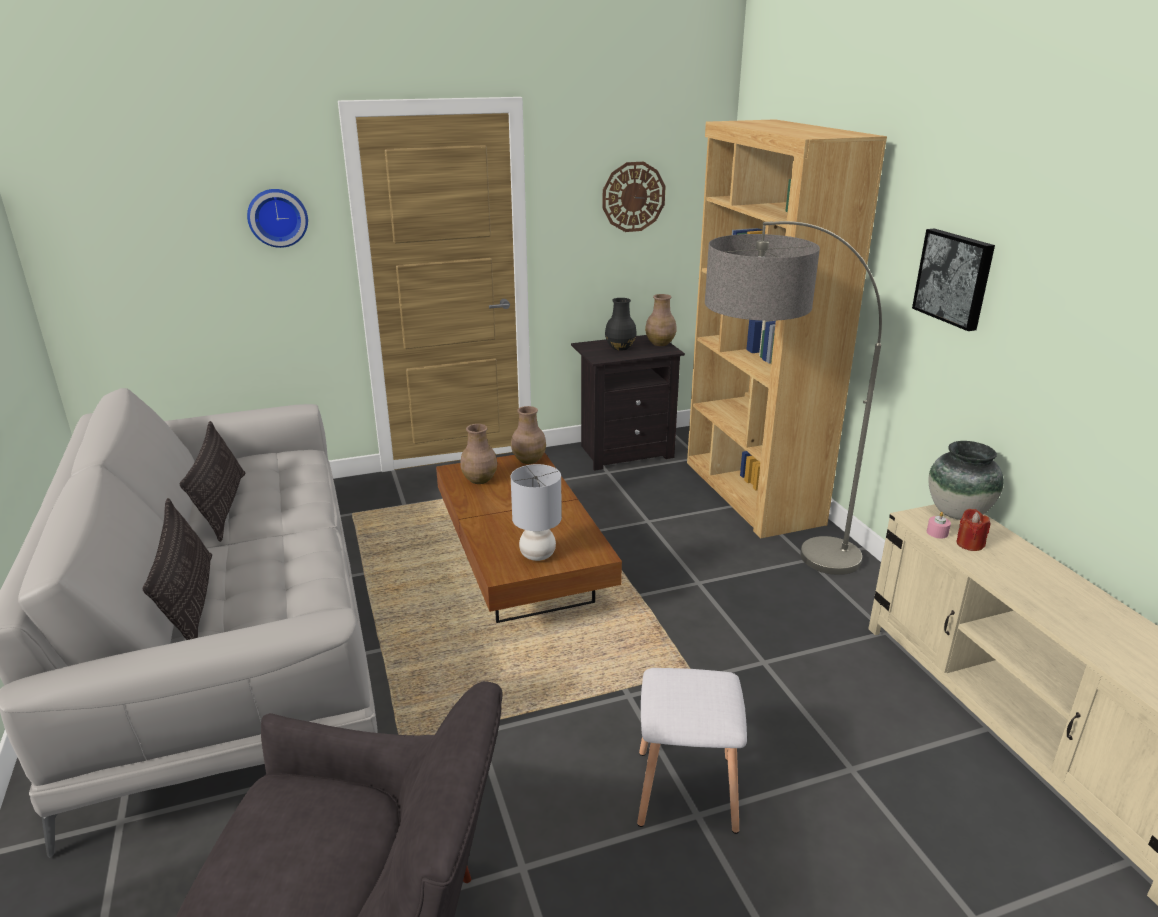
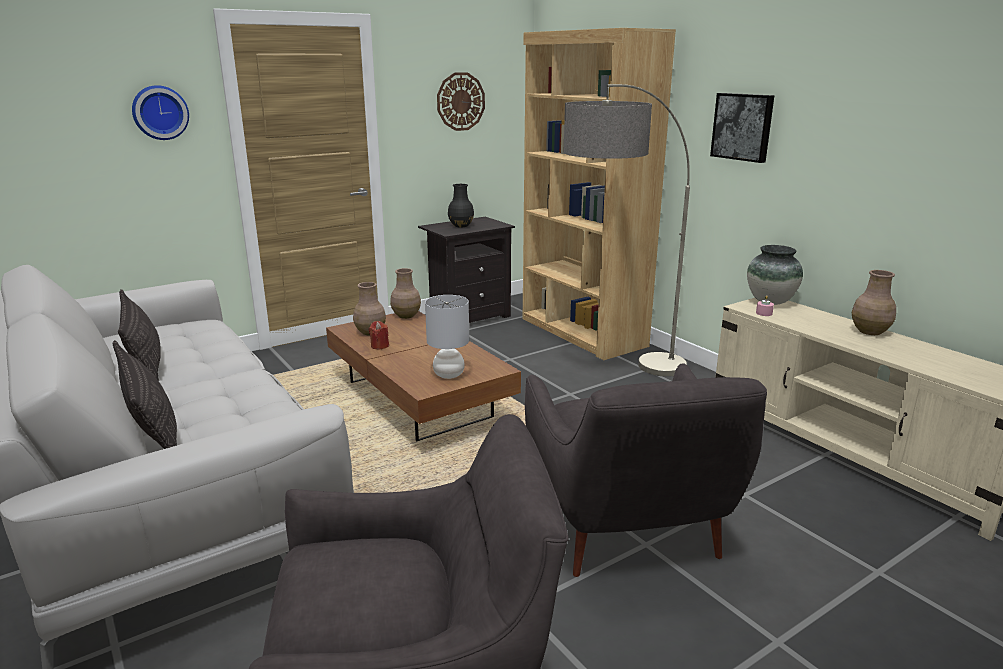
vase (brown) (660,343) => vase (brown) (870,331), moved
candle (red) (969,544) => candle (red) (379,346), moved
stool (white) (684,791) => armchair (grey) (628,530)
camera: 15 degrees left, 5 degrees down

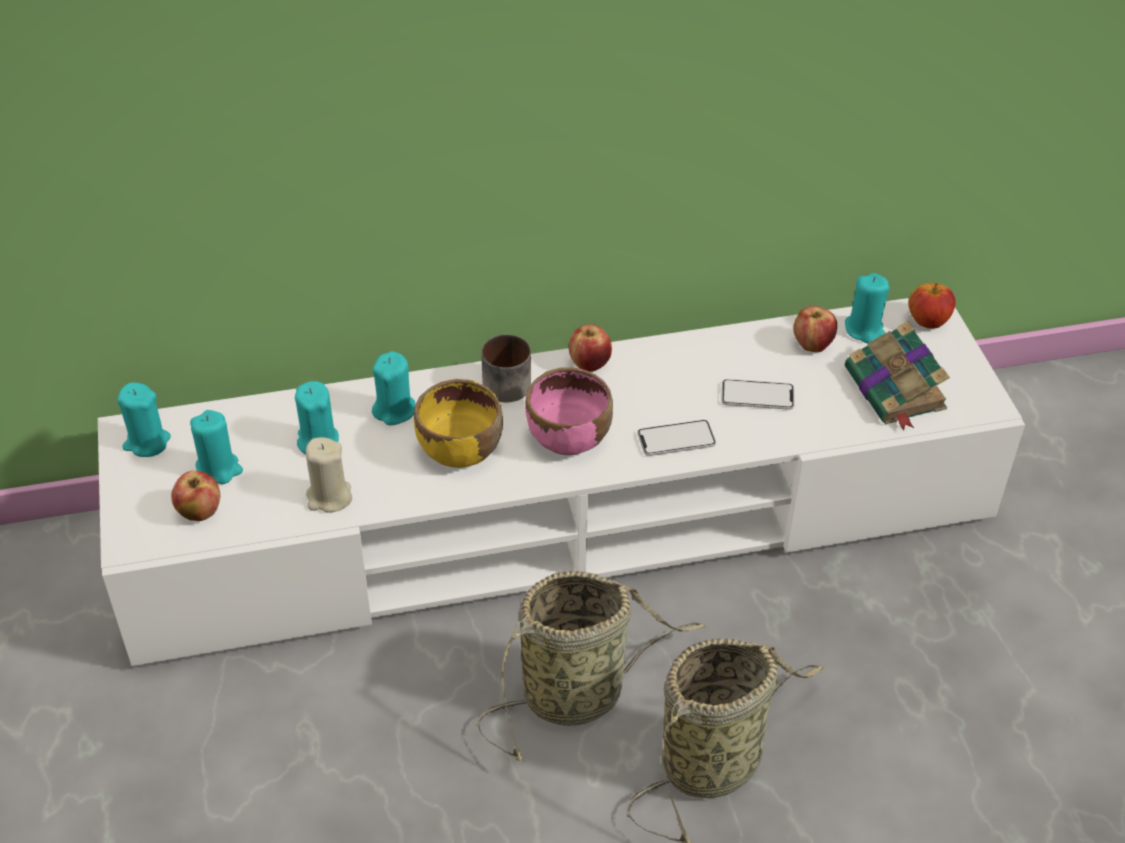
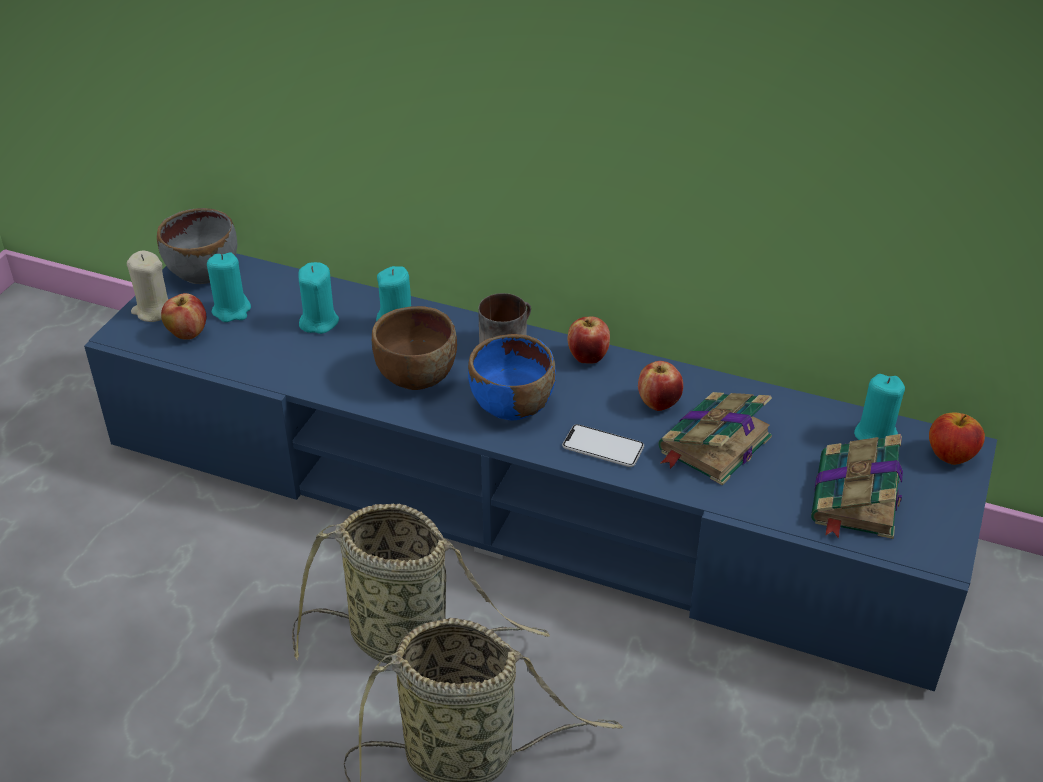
candle (beige) (329,497) => candle (beige) (153,310), moved
apple (812,345) => apple (659,403), moved
candle (turquoise) (147,442) => bowl (grey) (203,271)
phone (757,396) => book (713,445)
tv stand (white) (563,519) => tv stand (blue) (523,497)
bowl (yellow) (459,450) => bowl (brown) (416,375)
bowl (pink) (568,438) => bowl (blue) (511,405)
camera: 35 degrees right, 5 degrees down

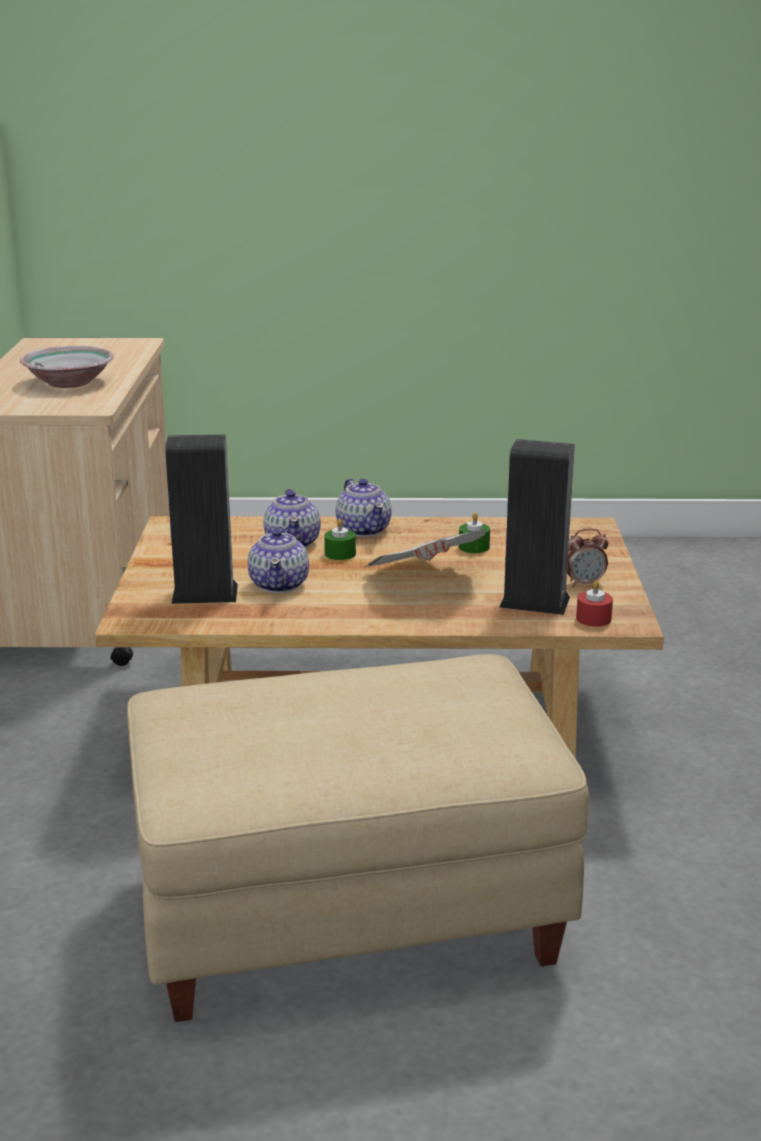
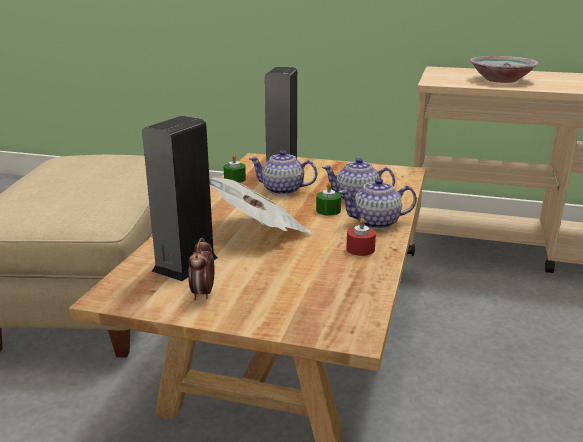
candle (green) (474,547) => candle (green) (234,179), moved
candle (red) (593,618) => candle (red) (360,249), moved
camera: 105 degrees right, 0 degrees up

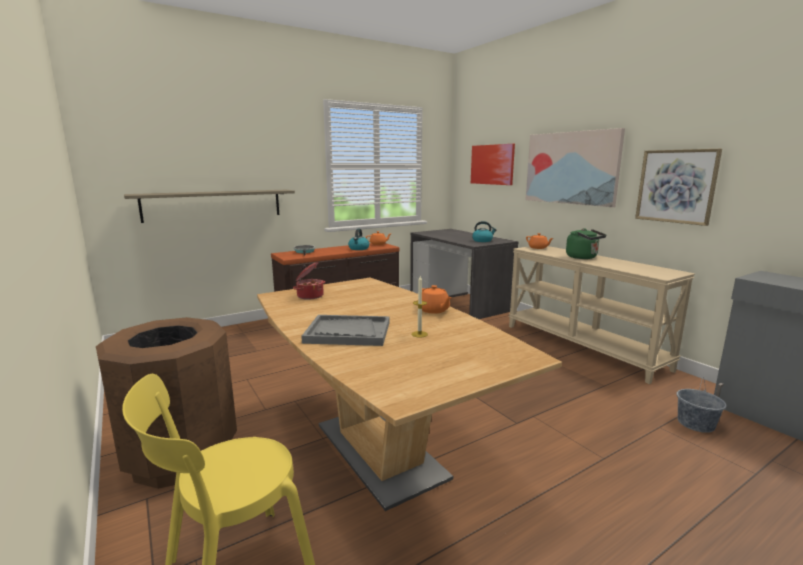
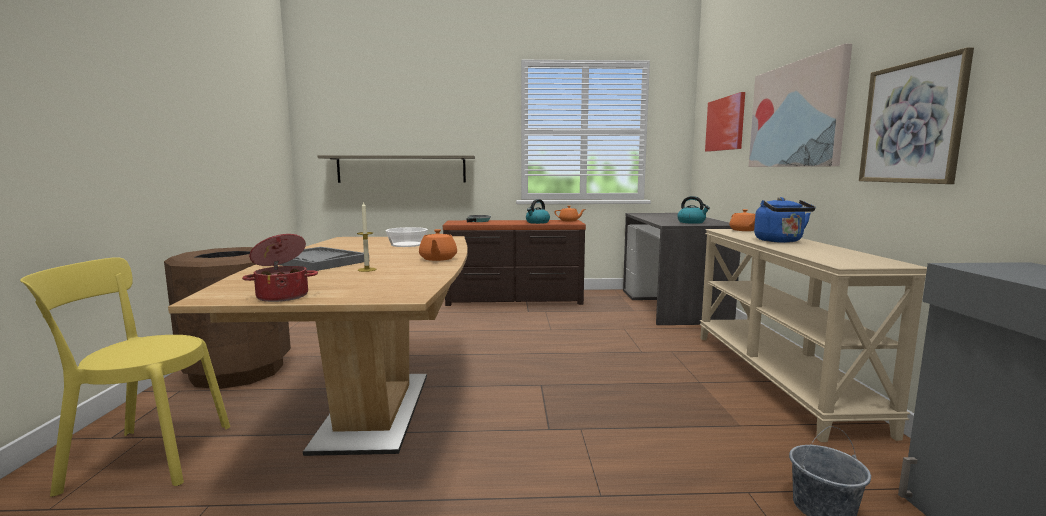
nothing => bowl (407,244)
cooking pot (309,296) => cooking pot (282,296), moved
kettle (green) (583,257) => kettle (blue) (780,241)
camera: 30 degrees right, 5 degrees down

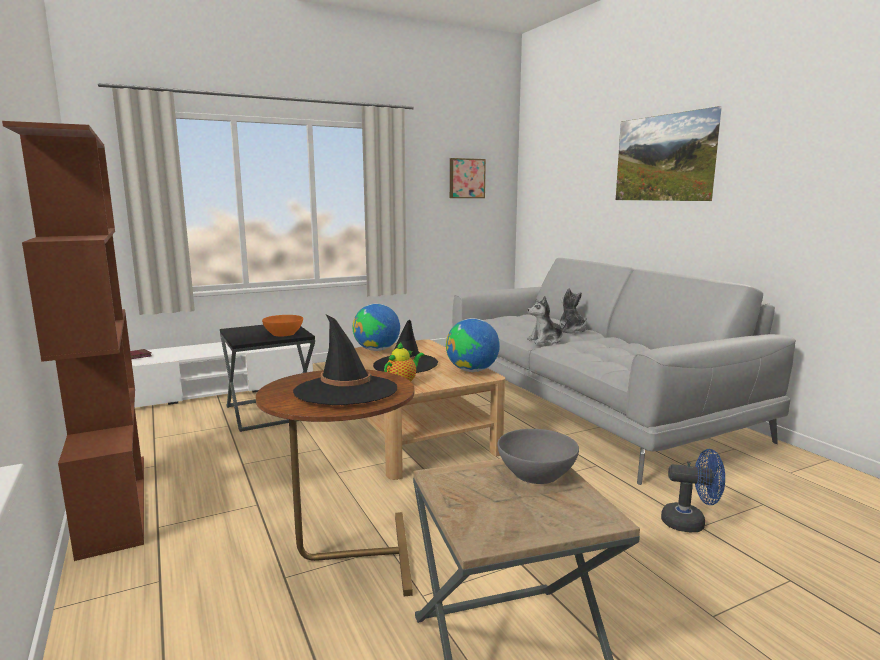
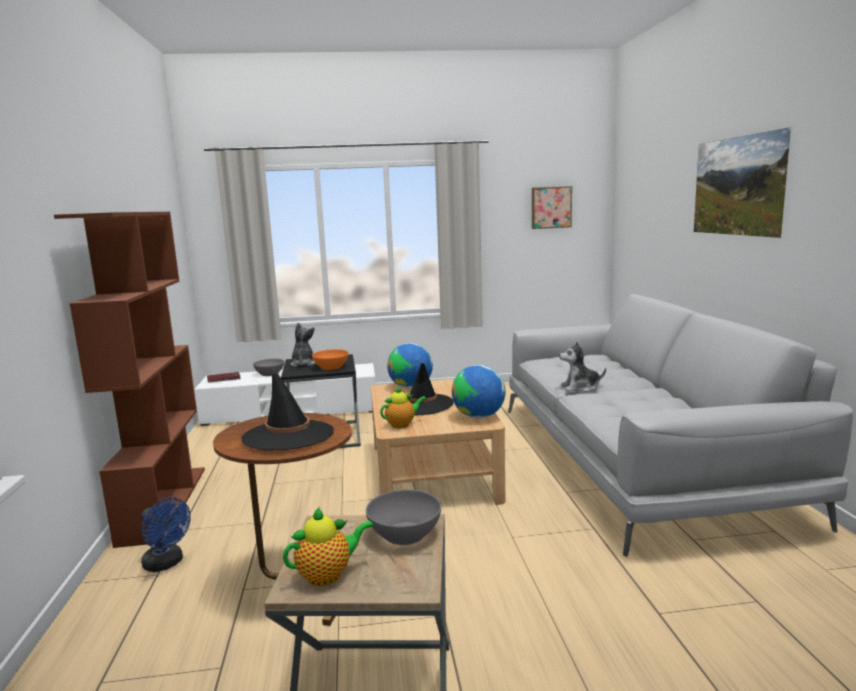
nothing => bowl (grey) (270,373)
nothing => teapot (328,575)
plush toy (571,330) => plush toy (303,364), moved
fan (blue) (690,523) => fan (blue) (167,563), moved
camera: 20 degrees right, 0 degrees up

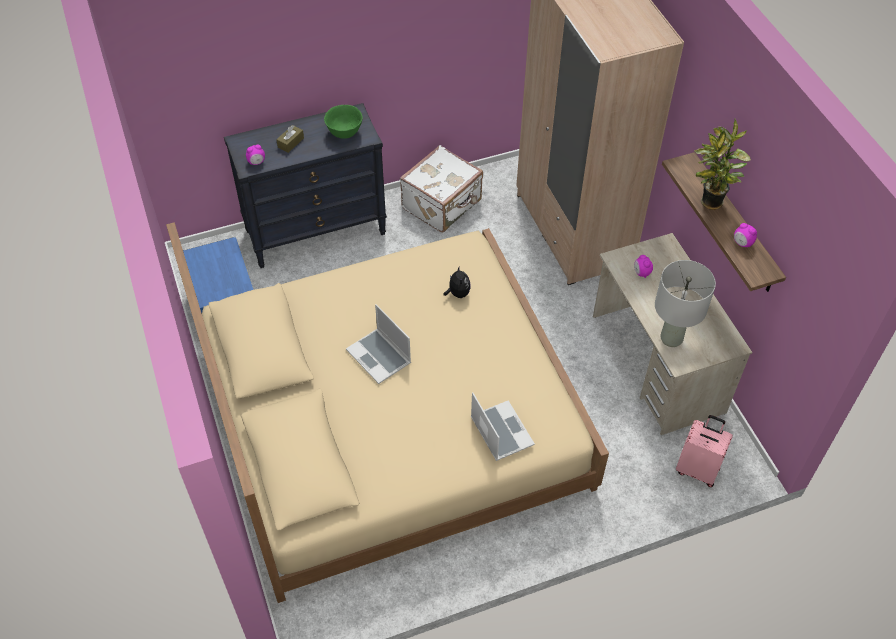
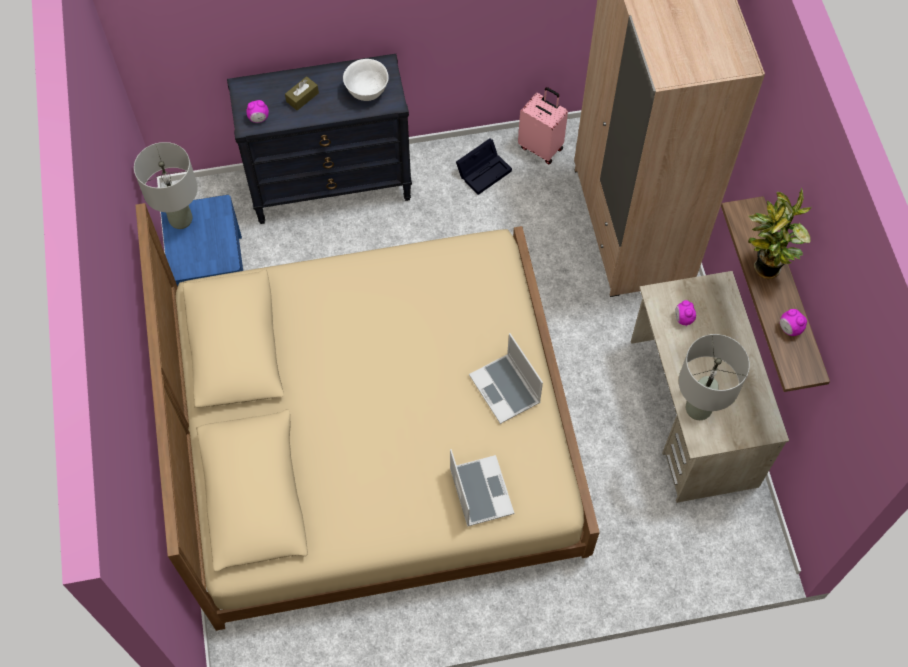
plush toy (457,293) => nothing
nothing => table lamp (grey) (181,219)
laptop (380,357) => laptop (506,389), moved
suitcase (pink) (697,469) => suitcase (pink) (541,147), moved
suitcase (white) (443,205) => storage box (black) (484,171)
bowl (green) (345,132) => bowl (white) (367,92)
camera: 10 degrees right, 10 degrees up

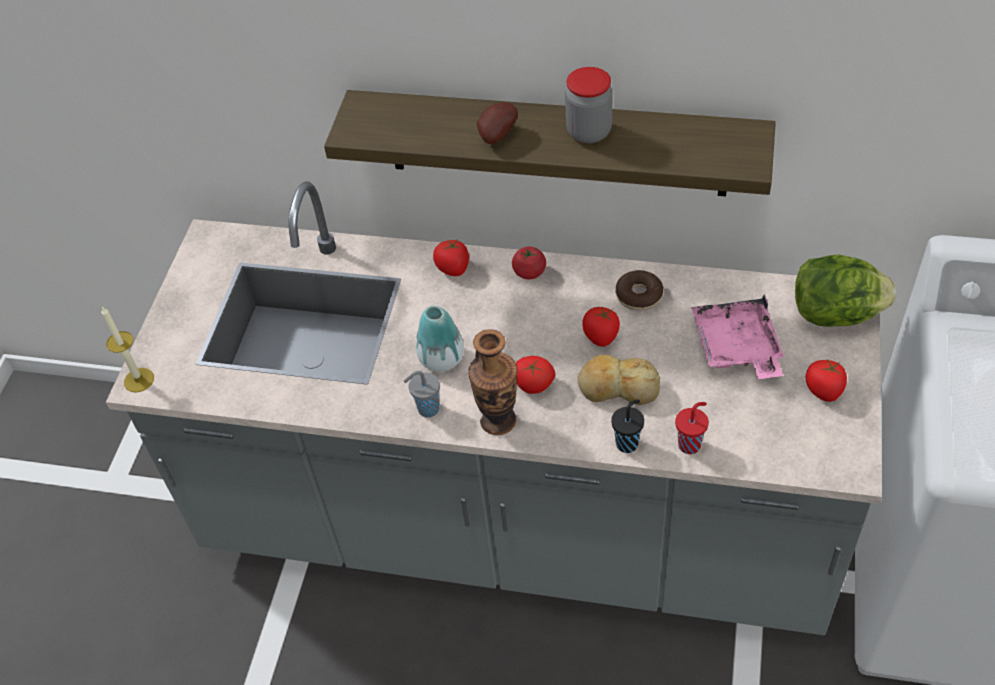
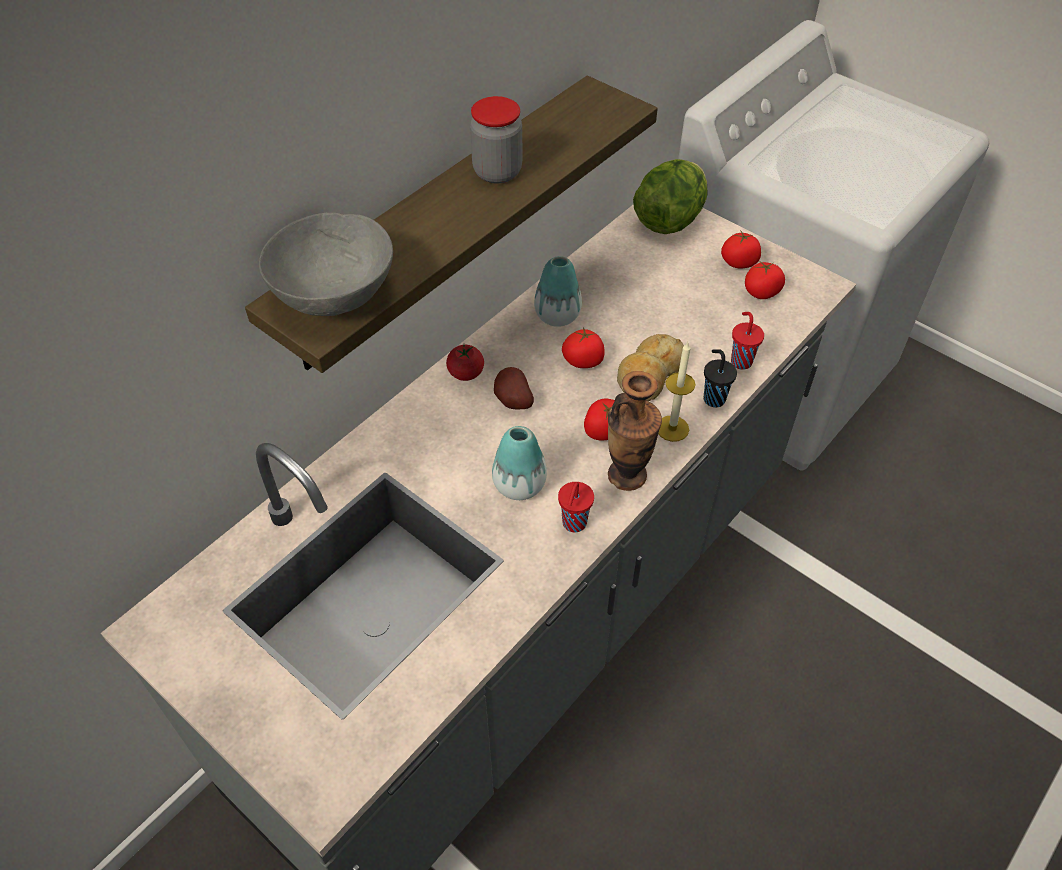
tray (pink) (737,348) => nothing
nothing => bowl (grey) (334,294)
candle (139,380) => candle (672,428), moved
tomato (453,268) => tomato (761,292), moved
potato (496,135) => potato (512,401), moved
donut (639,296) => vase (557,316)
cup (grey) (427,409) => cup (red) (573,524)
camera: 65 degrees left, 0 degrees up

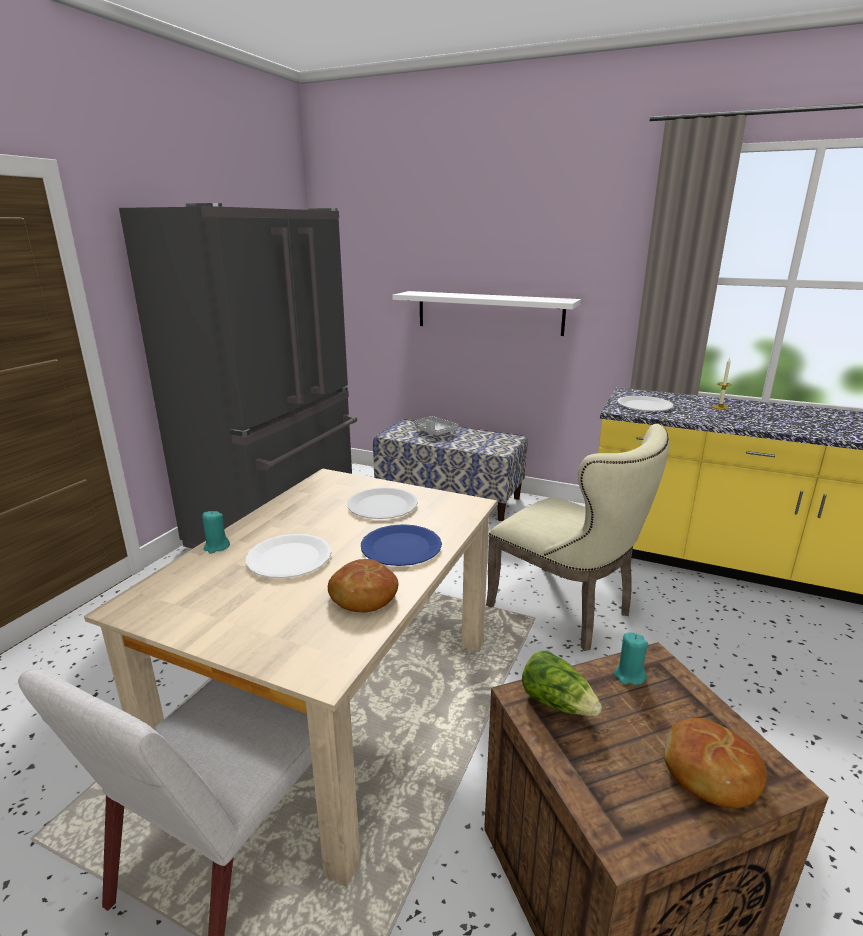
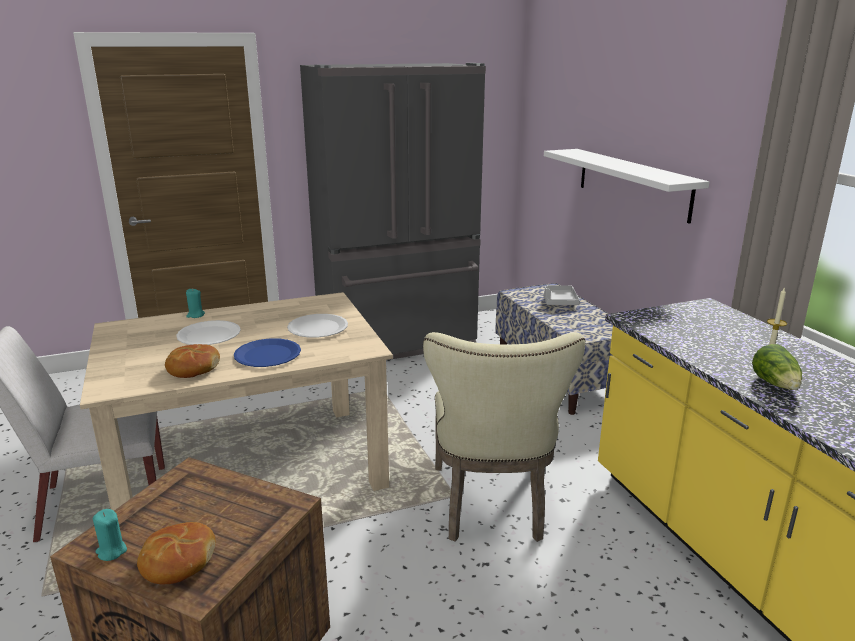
plate (white) (644,405) => nothing
lettuce (557,703) => lettuce (776,385), moved
candle (turquoise) (629,676) => candle (turquoise) (111,551), moved
camera: 45 degrees right, 0 degrees up

